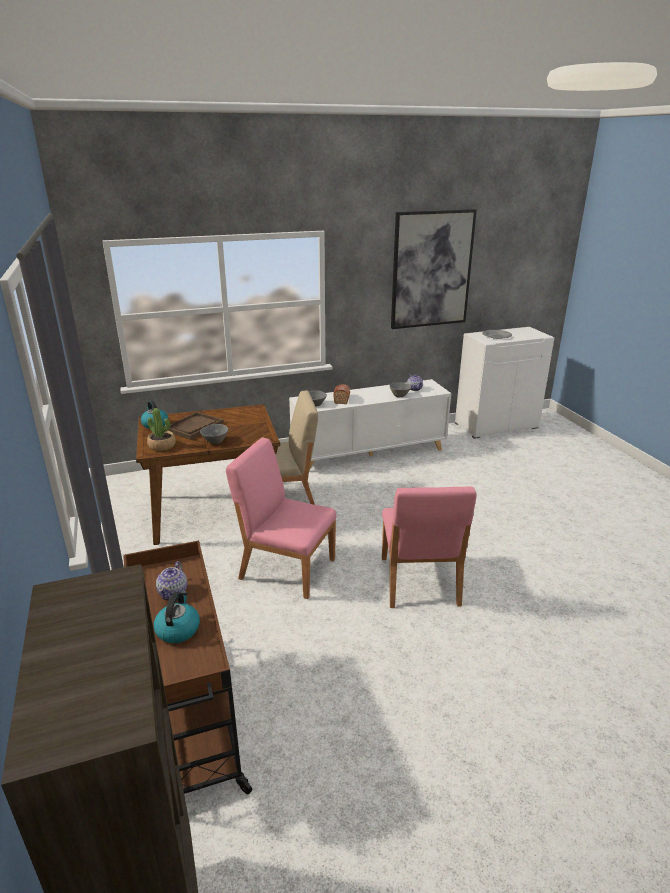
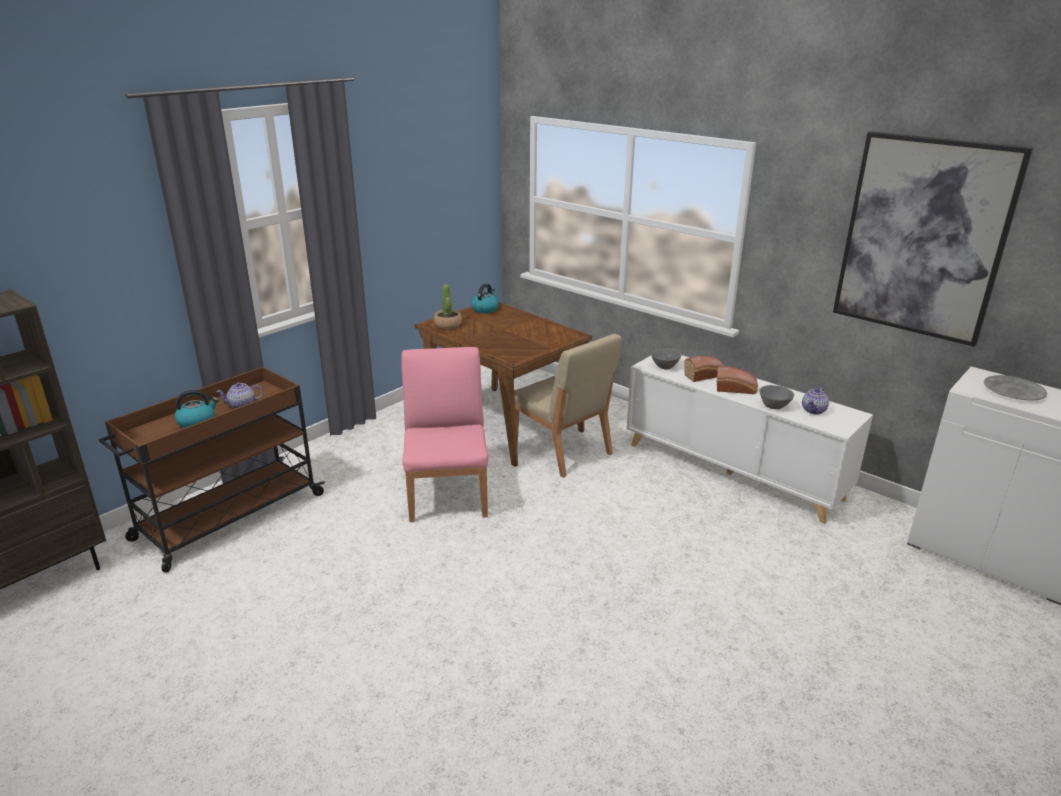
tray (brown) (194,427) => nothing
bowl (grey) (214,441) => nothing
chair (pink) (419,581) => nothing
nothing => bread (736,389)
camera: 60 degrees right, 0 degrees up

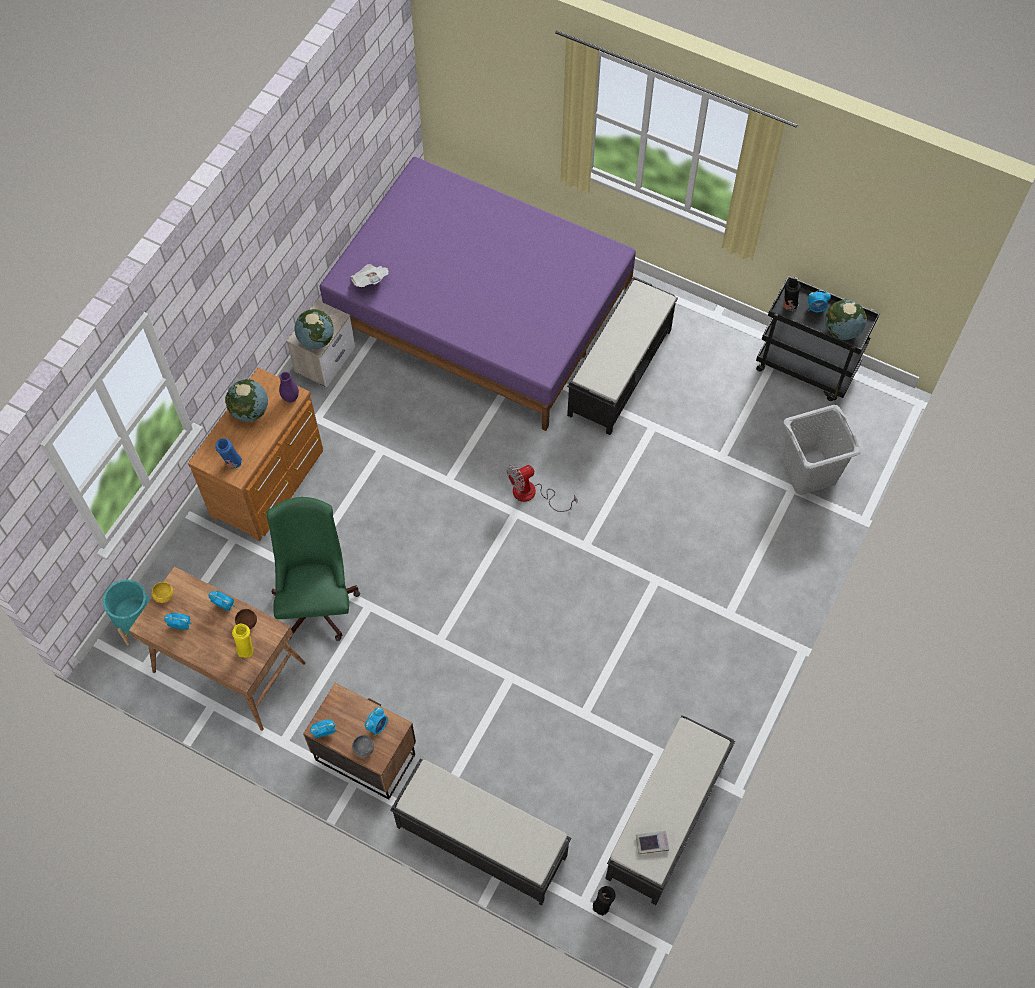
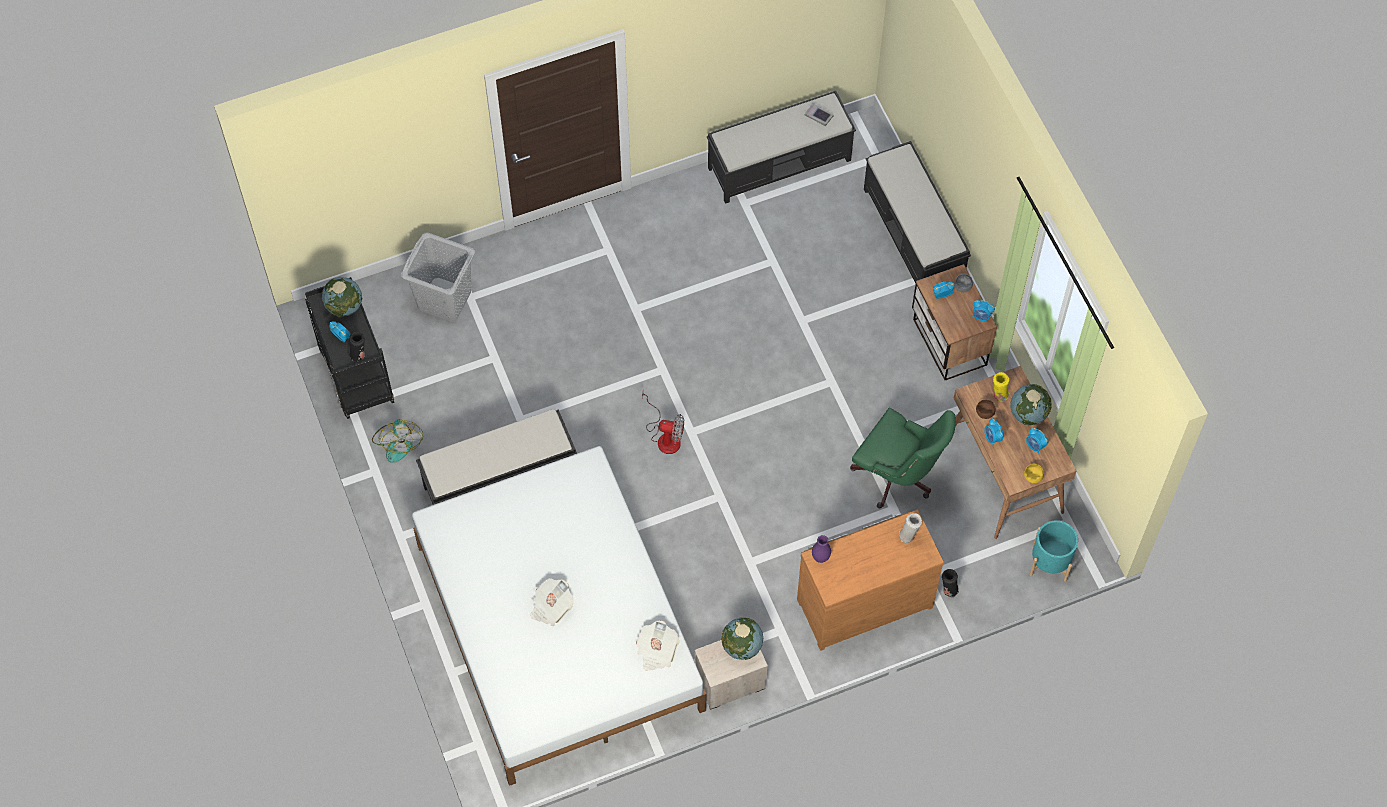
nothing => fan (398,442)
nothing => newspaper (551,607)
globe (250,411) => globe (1028,413), moved
vase (black) (602,905) => vase (black) (948,590), moved
vase (blue) (232,463) => vase (white) (908,535)
bed (purple) (479,309) => bed (white) (558,627)
office chair (green) (317,600) => office chair (green) (898,477), 90 degrees counterclockwise
camera: 140 degrees left, 0 degrees up

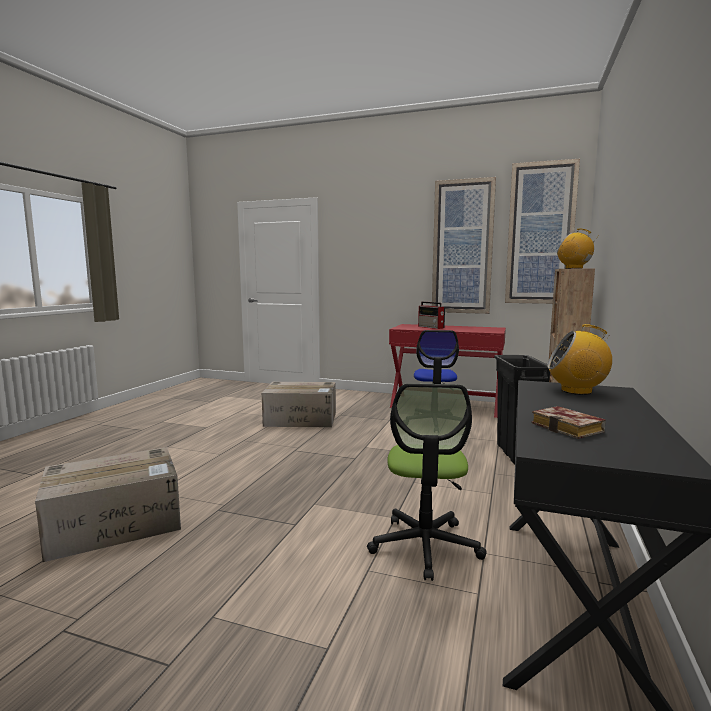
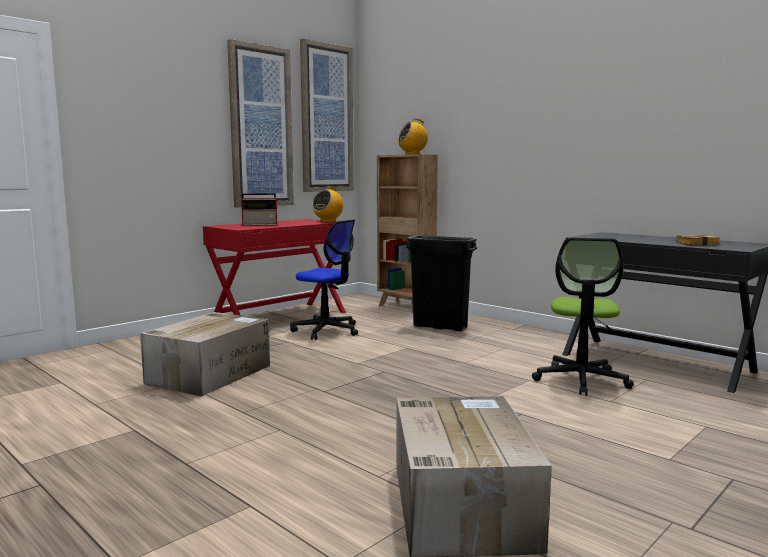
radio (576,391) => radio (328,221), moved
office chair (425,546) => office chair (581,380), 75 degrees clockwise
camera: 65 degrees left, 0 degrees up

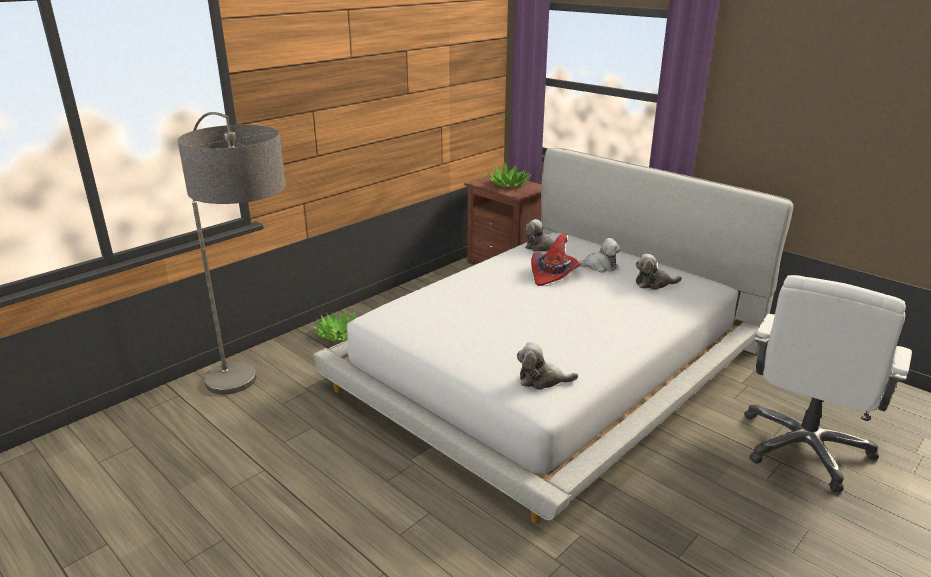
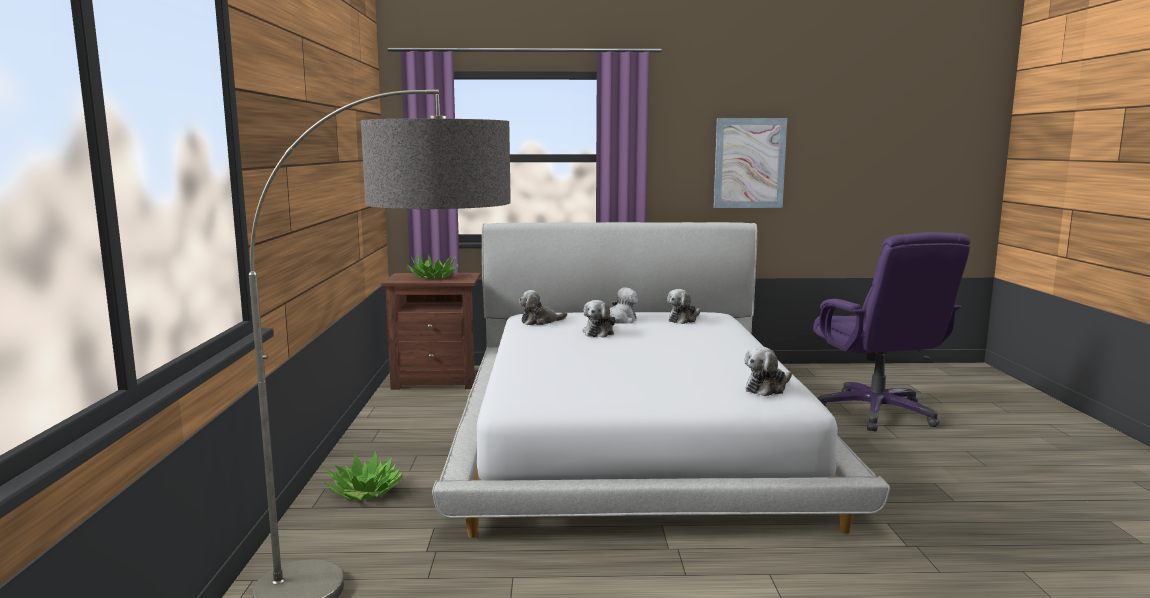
nothing => picture (749,163)
hat (red) (553,274) => plush toy (599,332)
office chair (white) (804,447) => office chair (purple) (877,413)
camera: 45 degrees left, 15 degrees down

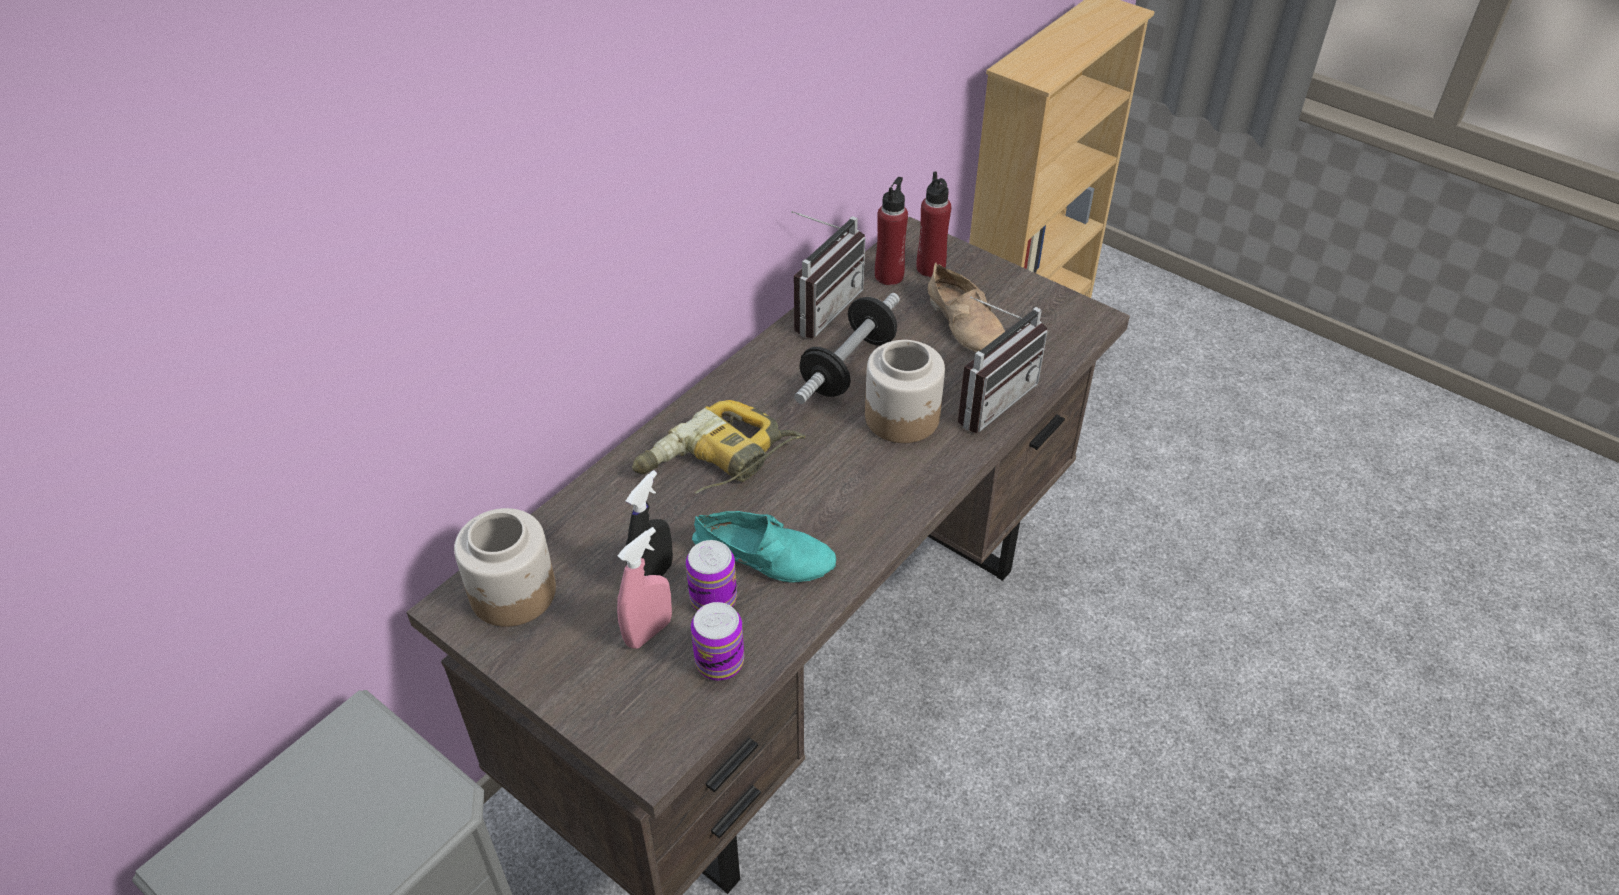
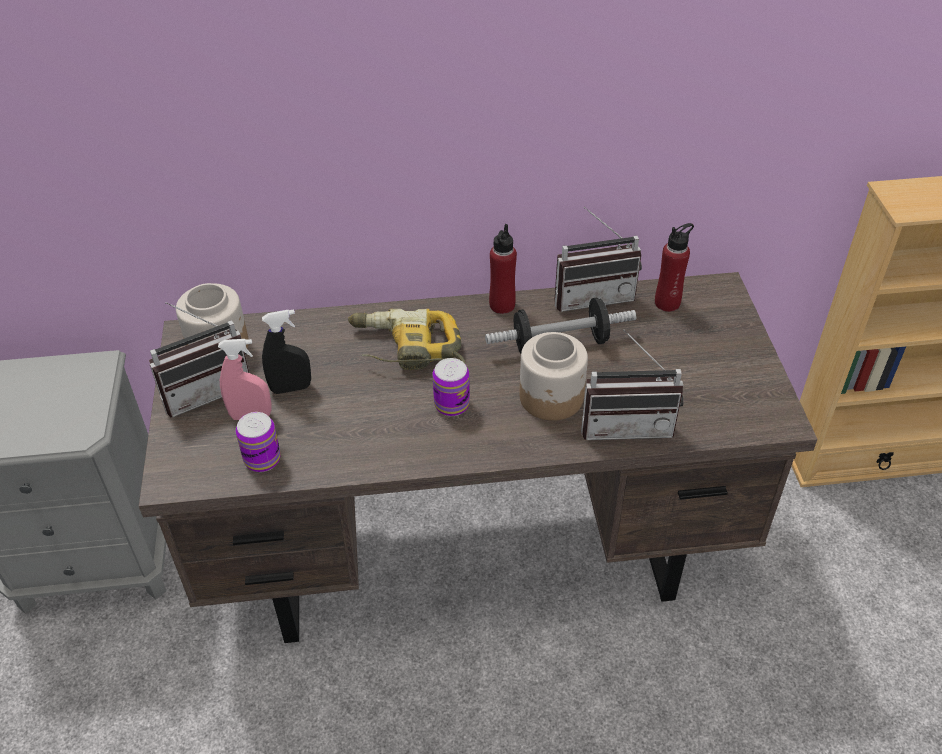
shoe (turquoise) (765,554) => nothing
shoe (beige) (967,322) => nothing
nothing => radio (206,389)
can (713,599) => can (451,405), moved
bottle (red) (930,268) => bottle (red) (502,305), moved
camera: 45 degrees right, 0 degrees up

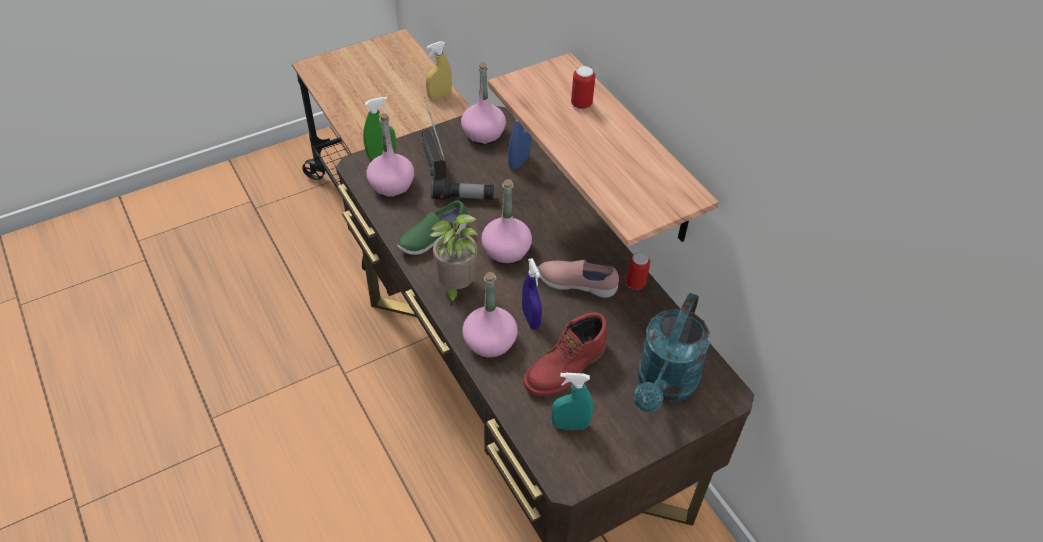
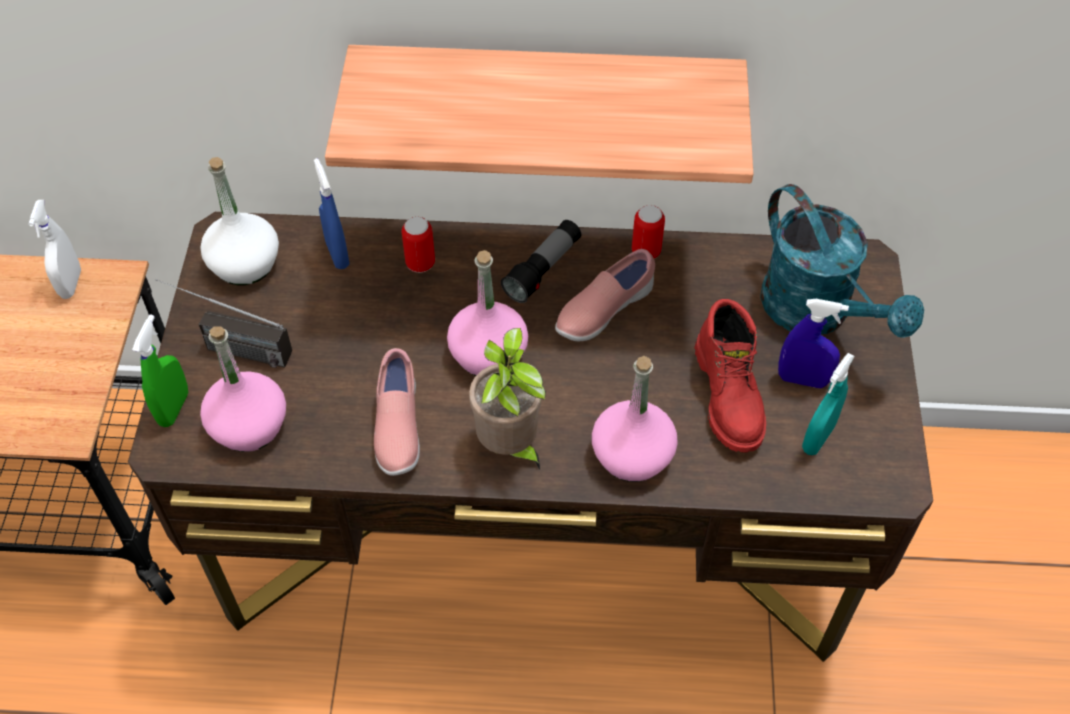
flashlight (462,198) => flashlight (543,269), moved
spray bottle (blue) (531,318) => spray bottle (blue) (802,380), moved
can (581,104) => can (420,263), moved
shoe (green) (432,238) => shoe (pink) (397,427)
spray bottle (yellow) (439,95) => spray bottle (white) (71,284)
bottle (pink) (483,134) => bottle (white) (245,264)
camera: 55 degrees left, 5 degrees up

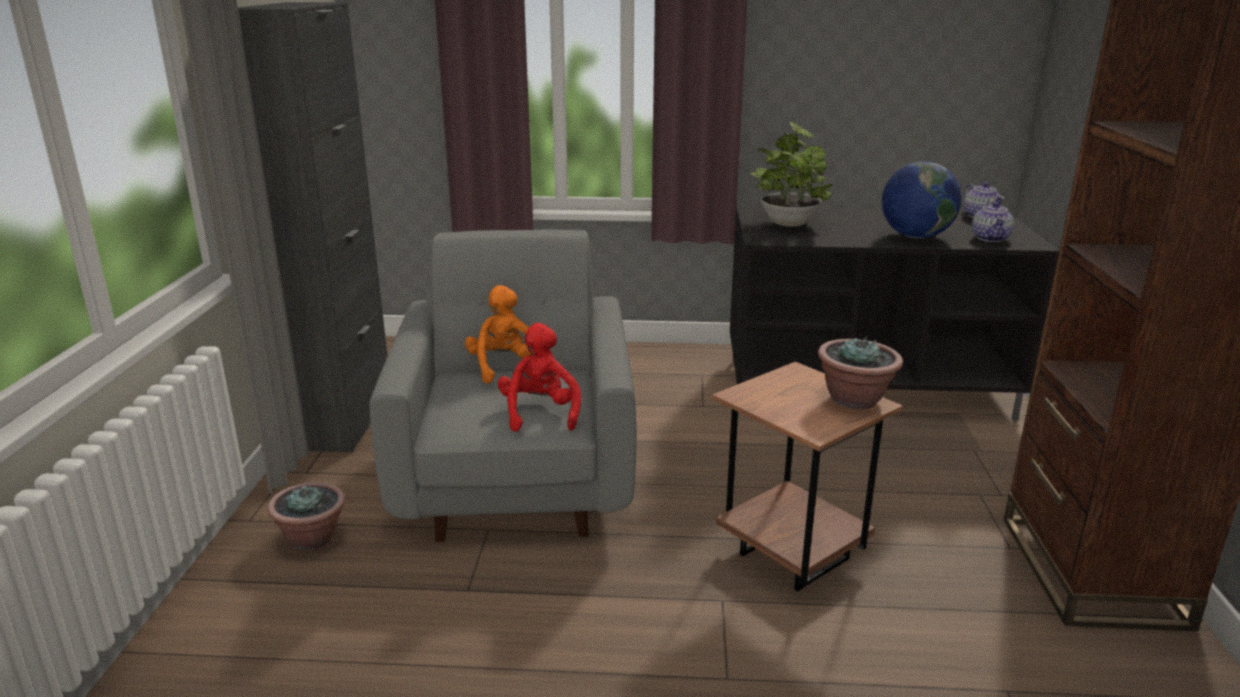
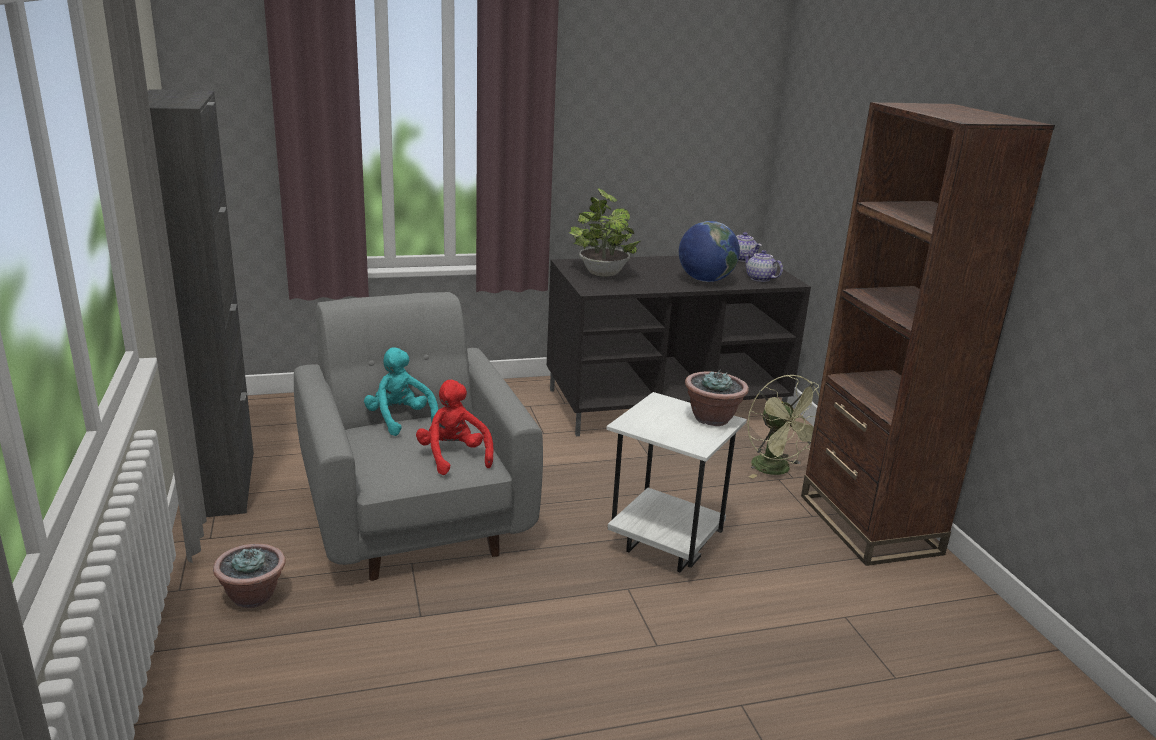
nothing => fan (green) (777,470)
plush toy (orange) (505,368) => plush toy (turquoise) (400,420)
side table (brown) (794,555) => side table (white) (666,545)
teapot (991,238) => teapot (759,278), 150 degrees clockwise
camera: 20 degrees left, 0 degrees up

